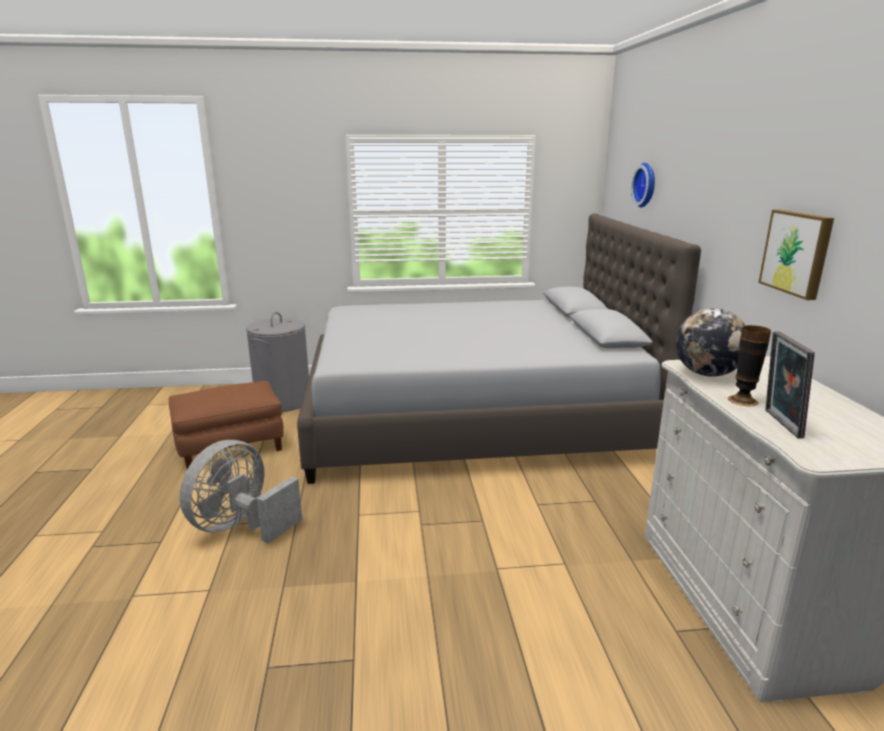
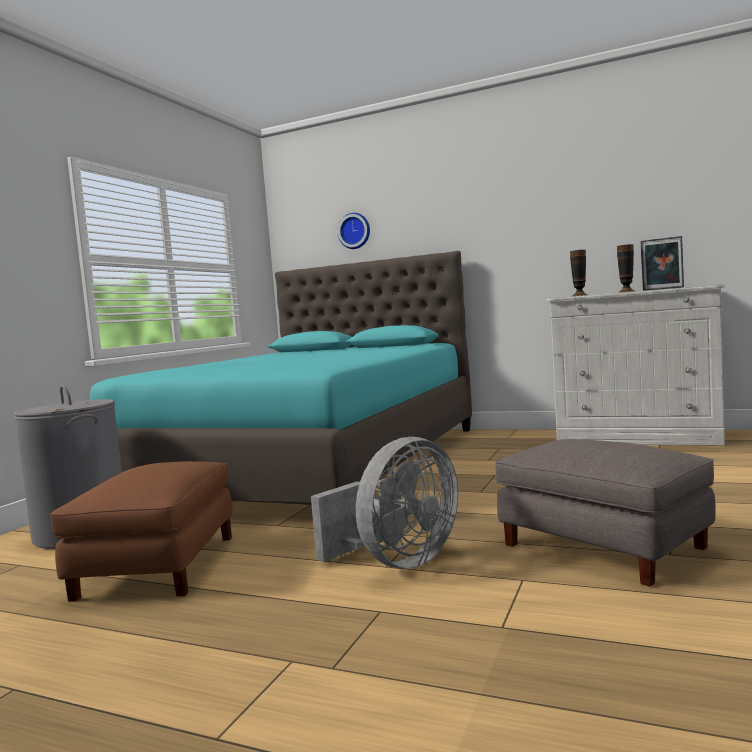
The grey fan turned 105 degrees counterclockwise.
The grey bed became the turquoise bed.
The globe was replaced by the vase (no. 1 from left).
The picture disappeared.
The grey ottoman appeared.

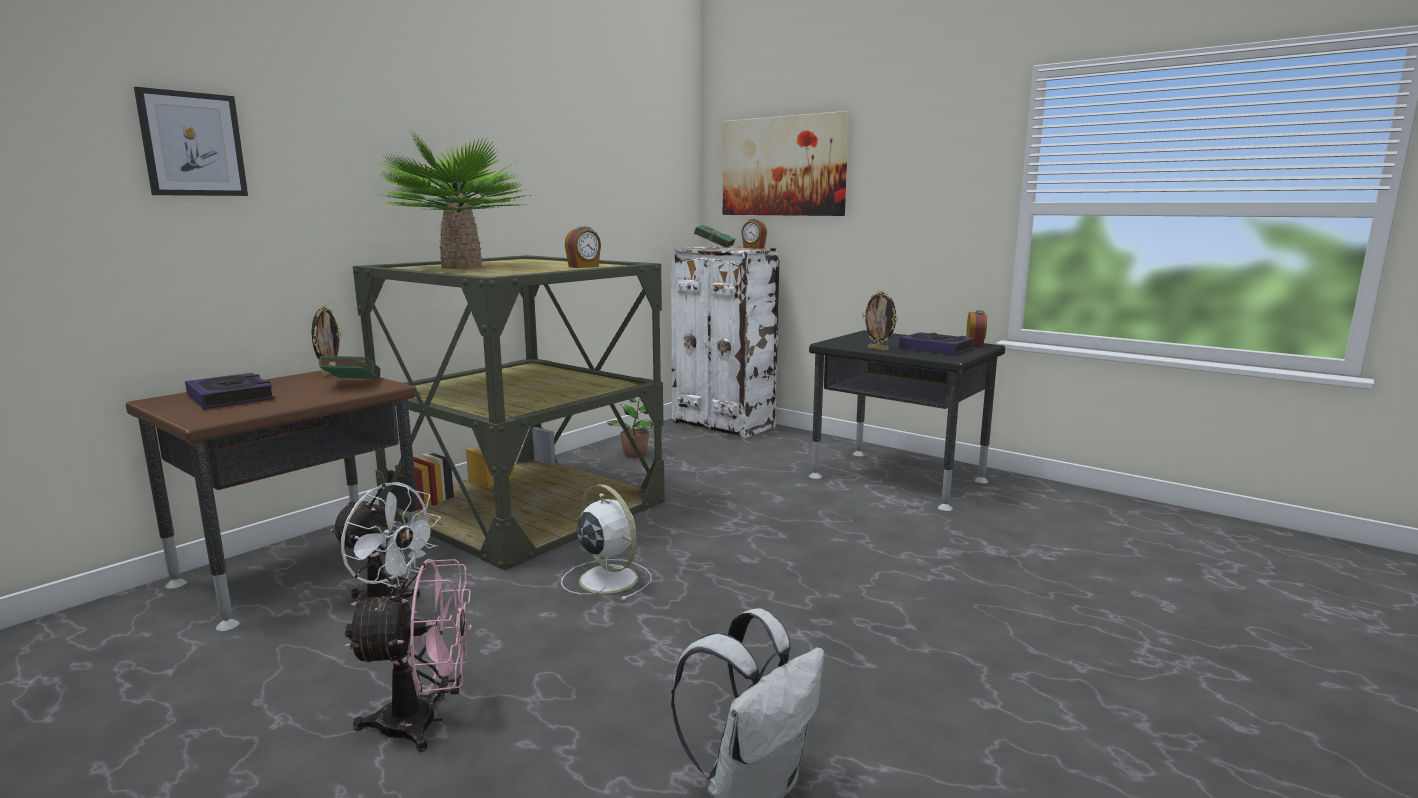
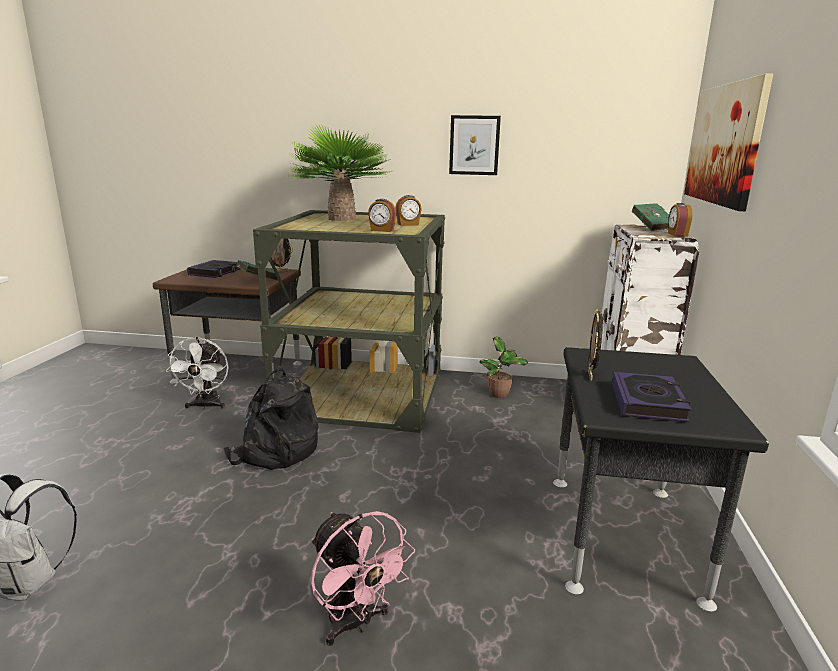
The picture (no. 1 from left) moved.
The pink fan moved.
The white fan (no. 2 from left) was replaced by the black backpack.
The alarm clock (no. 3 from left in the first image) moved.

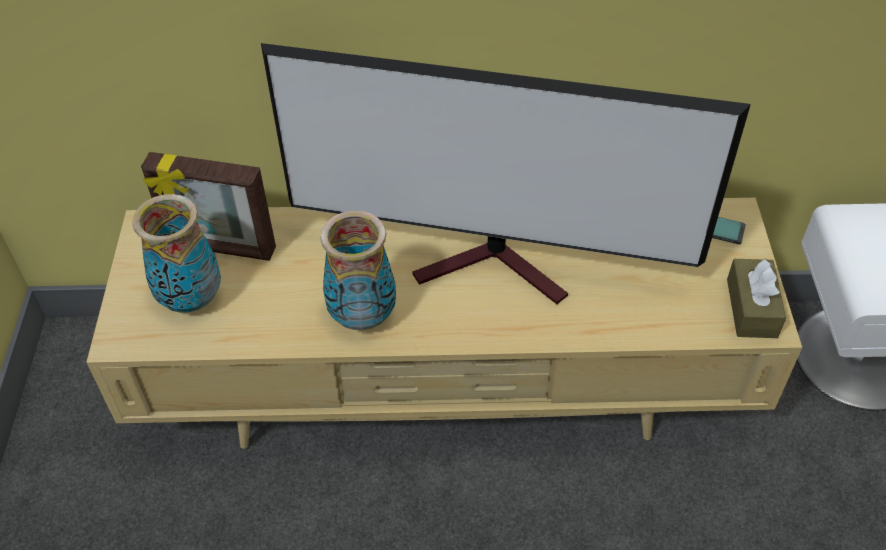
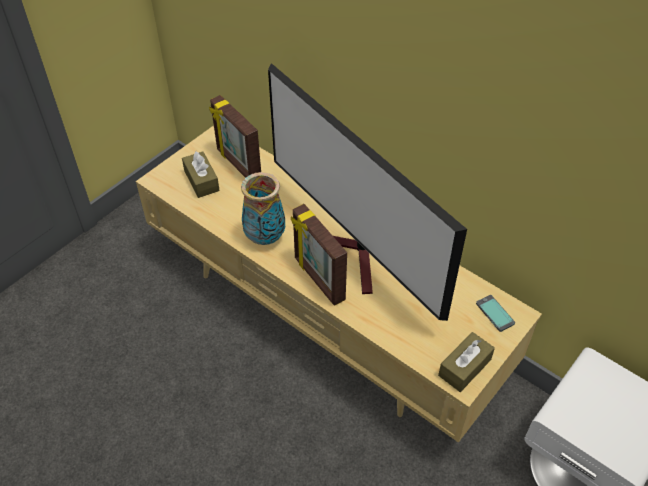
The vase (no. 1 from left) was replaced by the brown tissue box (no. 1 from left).
The picture frame (no. 2 from left) appeared.

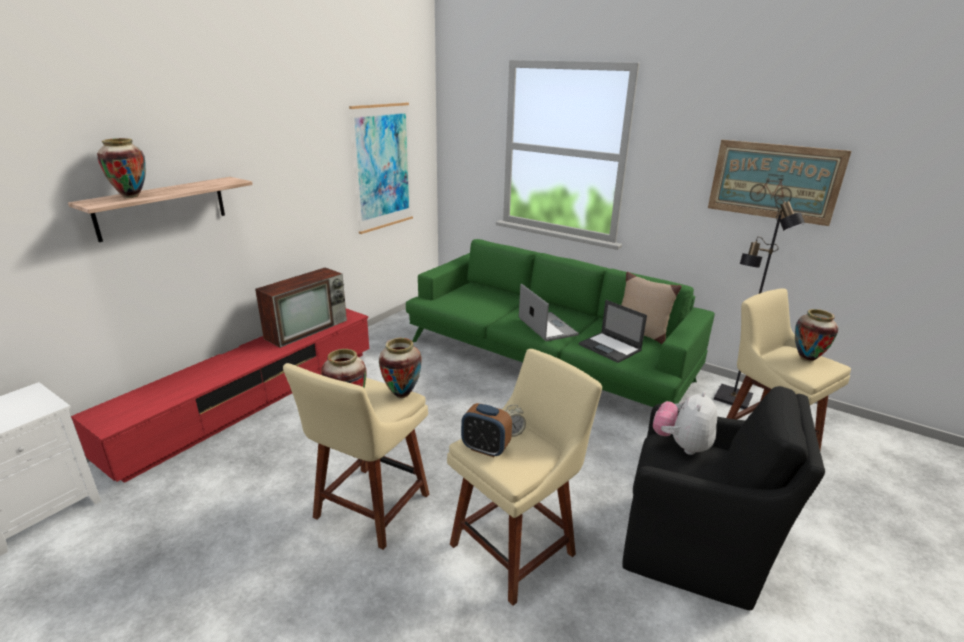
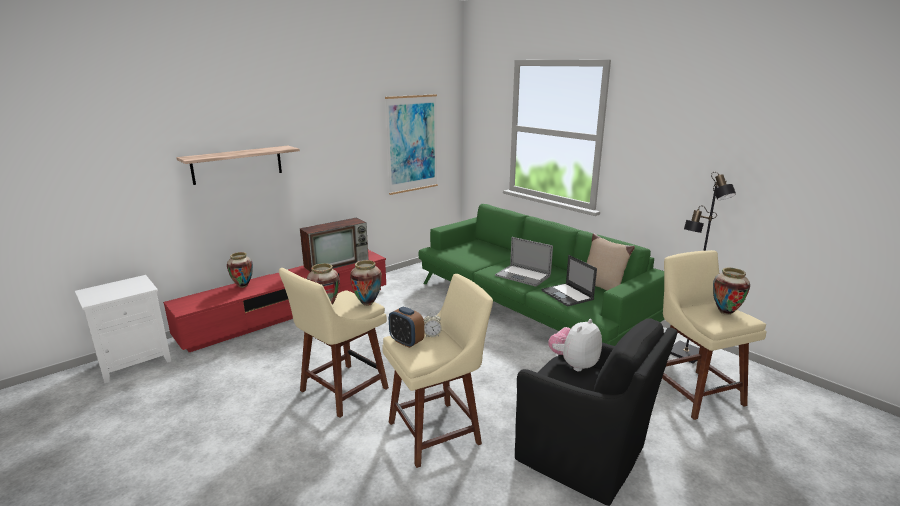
The vase (no. 1 from left) moved.
The laptop (no. 1 from left) turned 135 degrees clockwise.
The picture (no. 2 from left) disappeared.

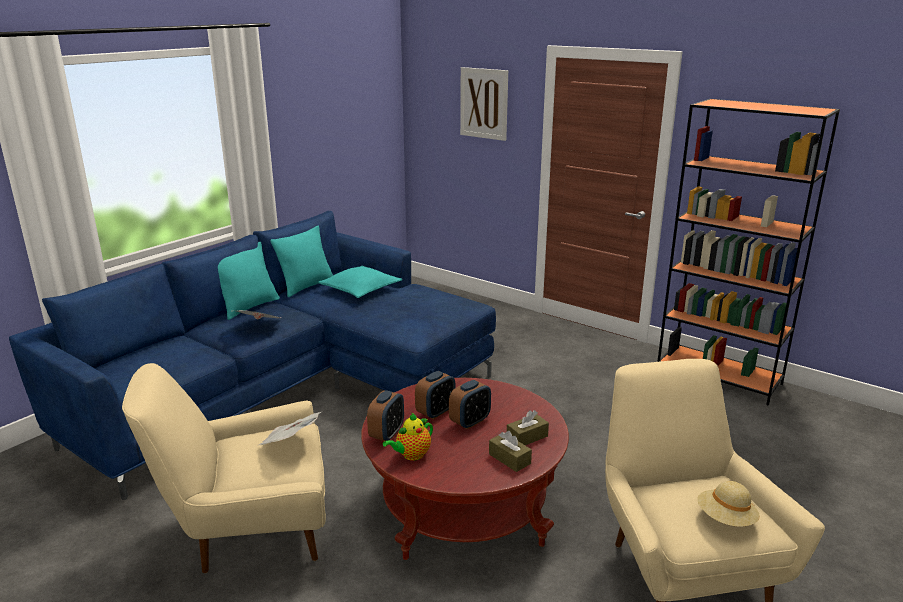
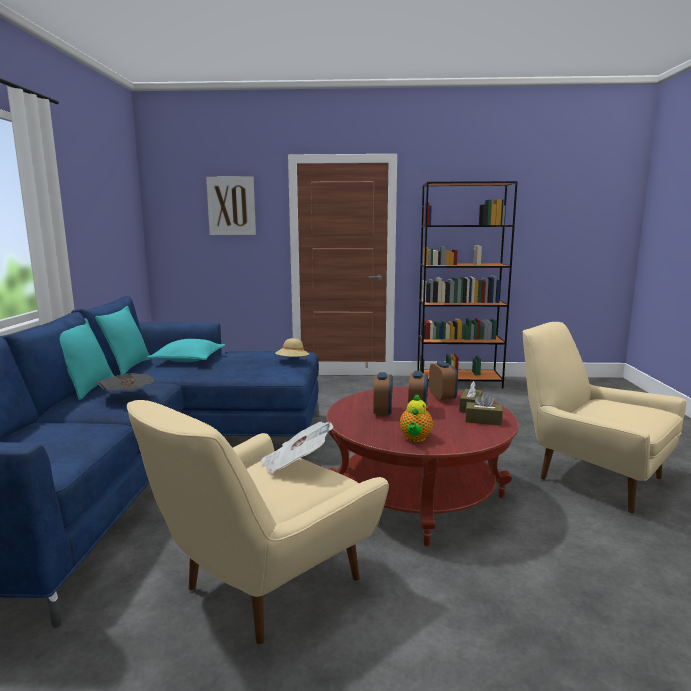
The alarm clock (no. 1 from left in the first image) moved.
The beige hat moved.

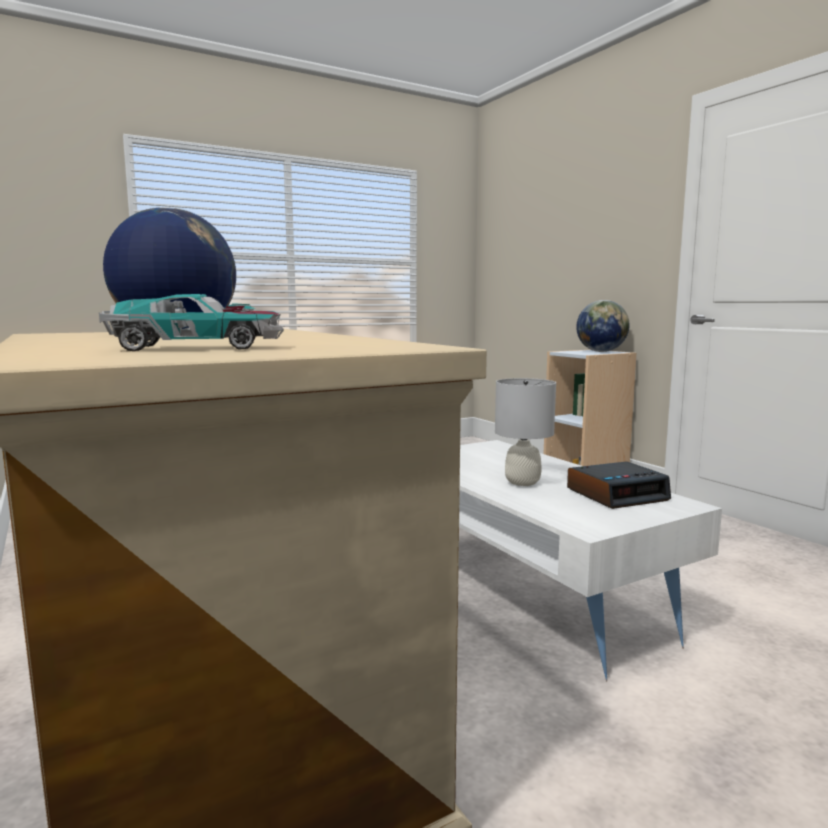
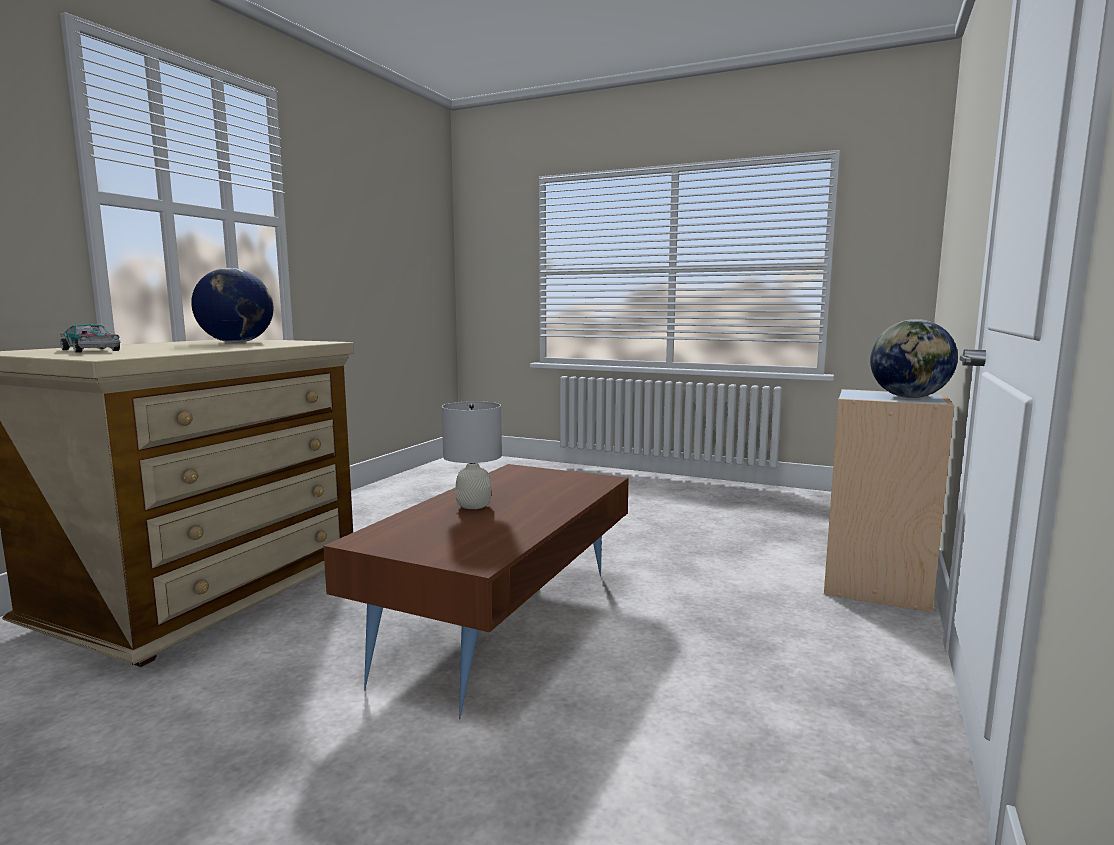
The white coffee table became the brown coffee table.
The alarm clock disappeared.

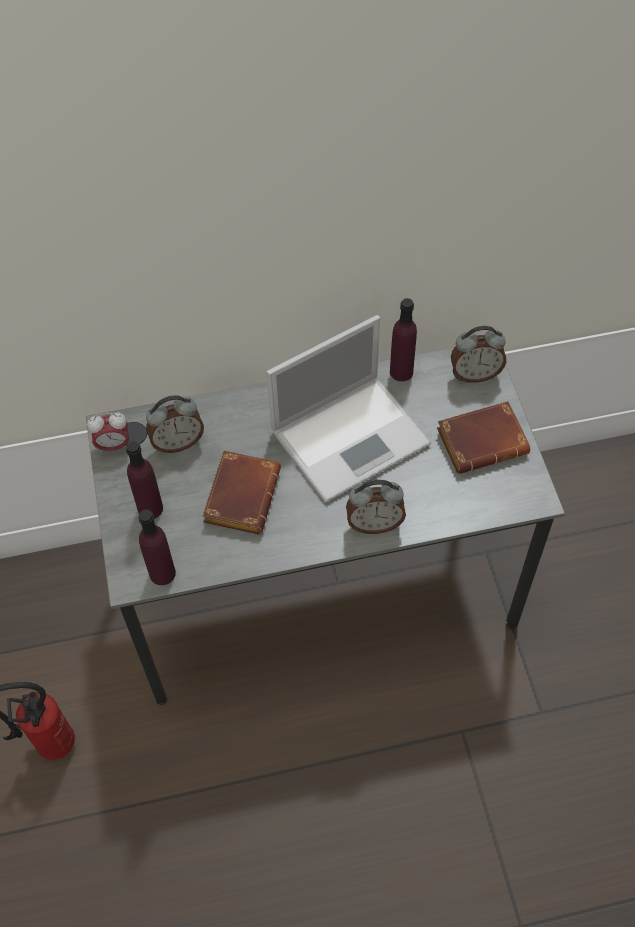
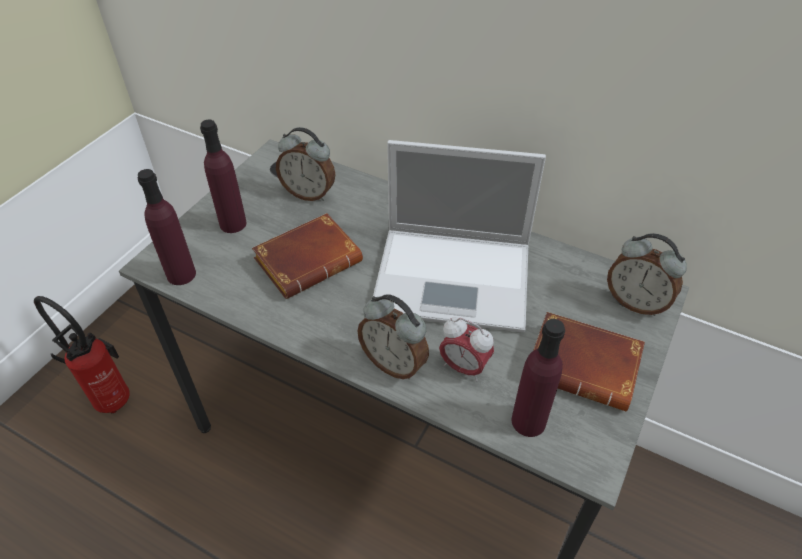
The alarm clock (no. 1 from left in the first image) moved.
The purple bottle (no. 3 from left) moved.

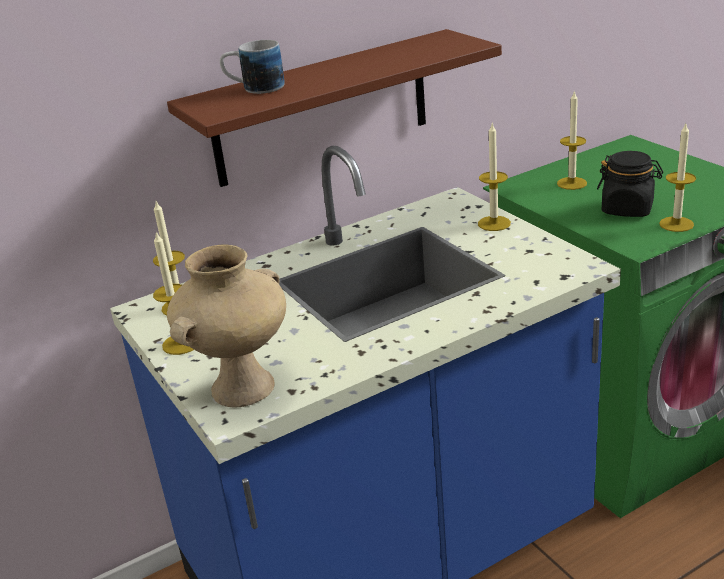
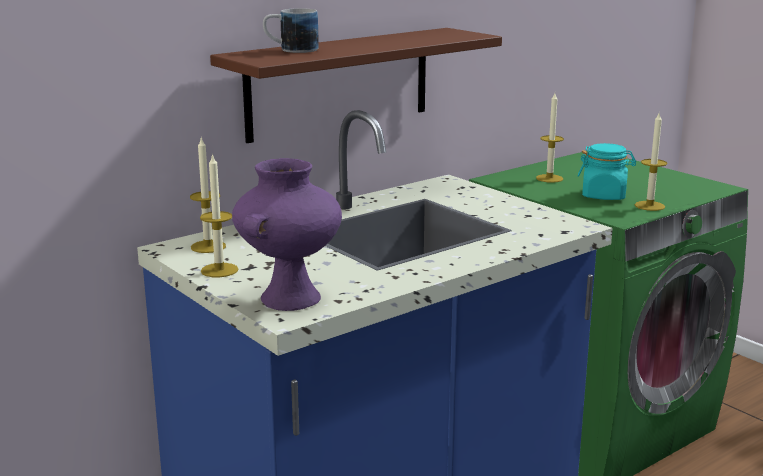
The beige vase became the purple vase.
The candle (no. 3 from left) disappeared.
The black jar became the turquoise jar.

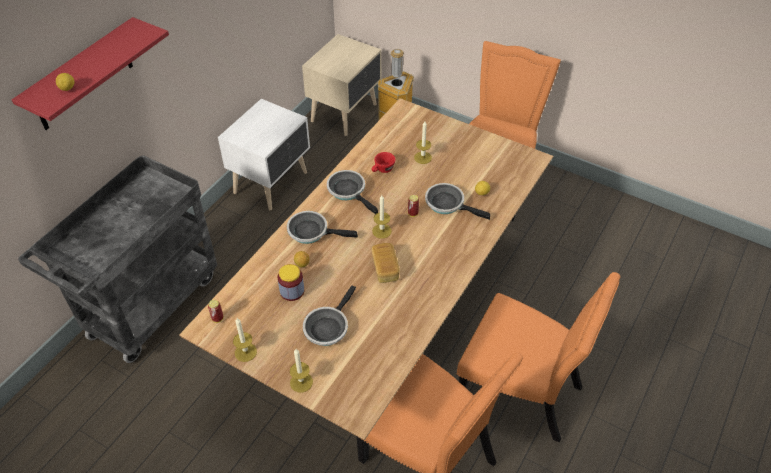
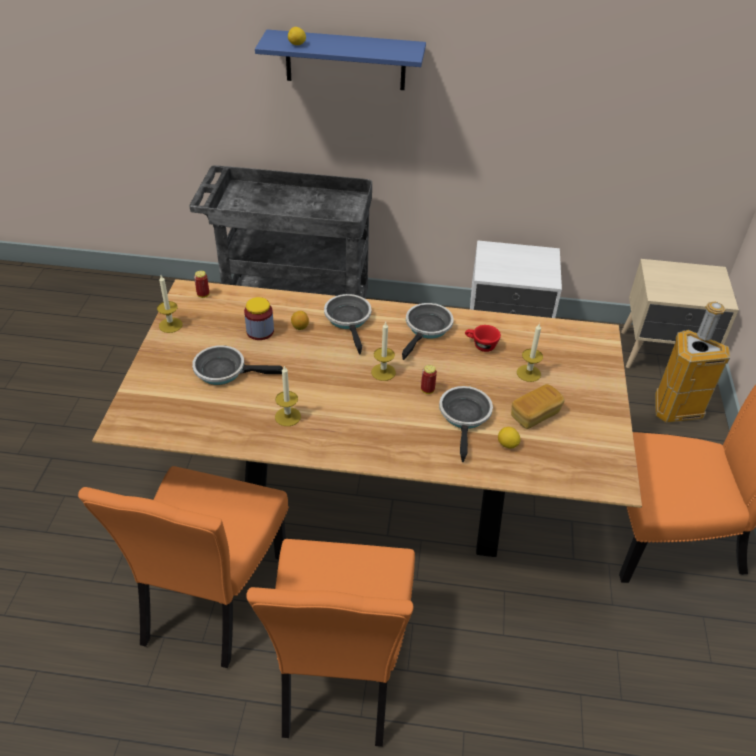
The red shelf became the blue shelf.
The candle (no. 2 from left) moved.
The bread moved.

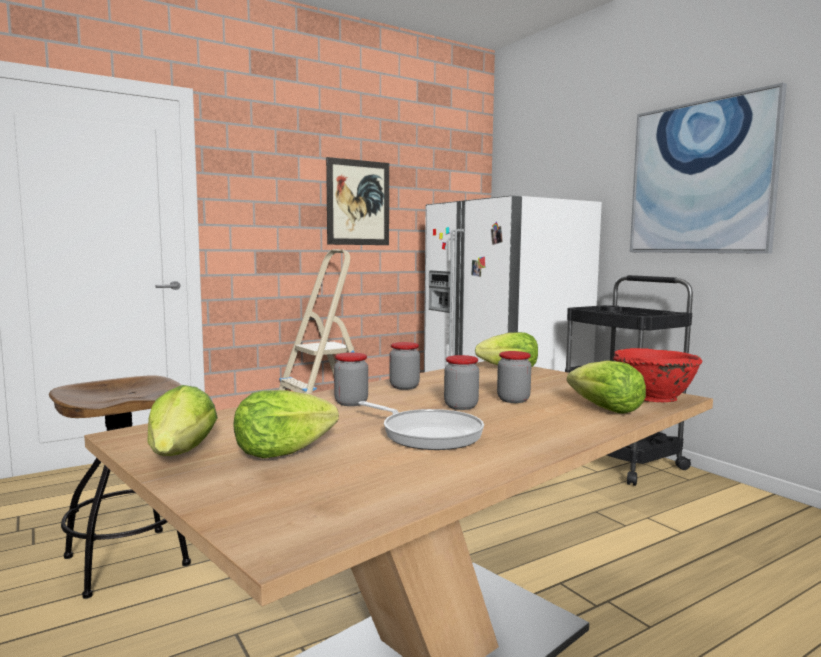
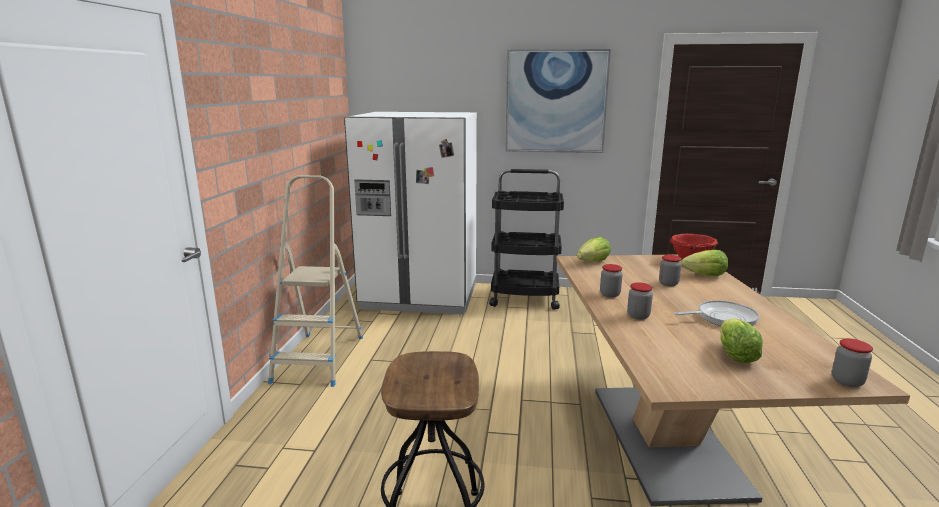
The lettuce (no. 1 from left) disappeared.
The picture (no. 1 from left) disappeared.
The jar (no. 3 from left in the first image) moved.

